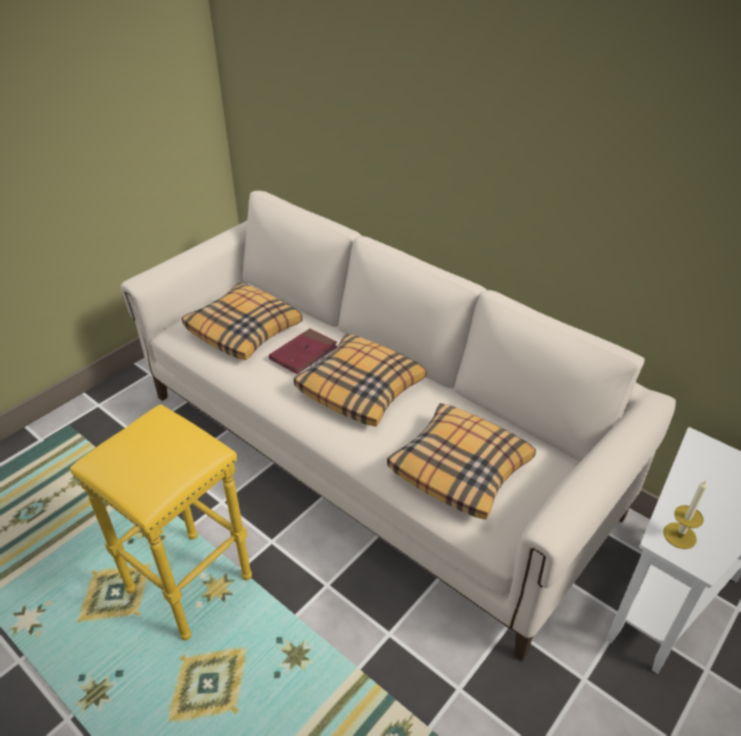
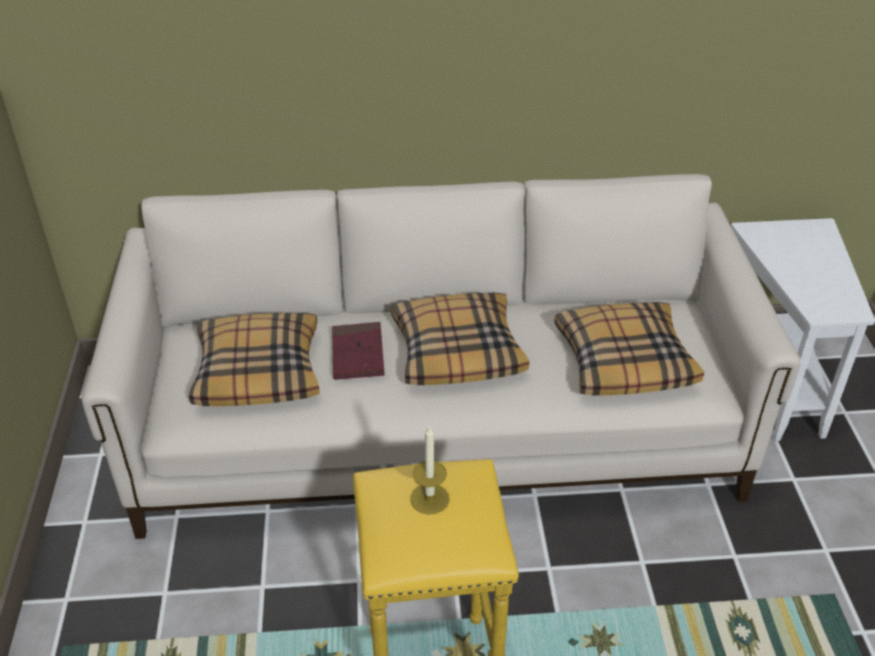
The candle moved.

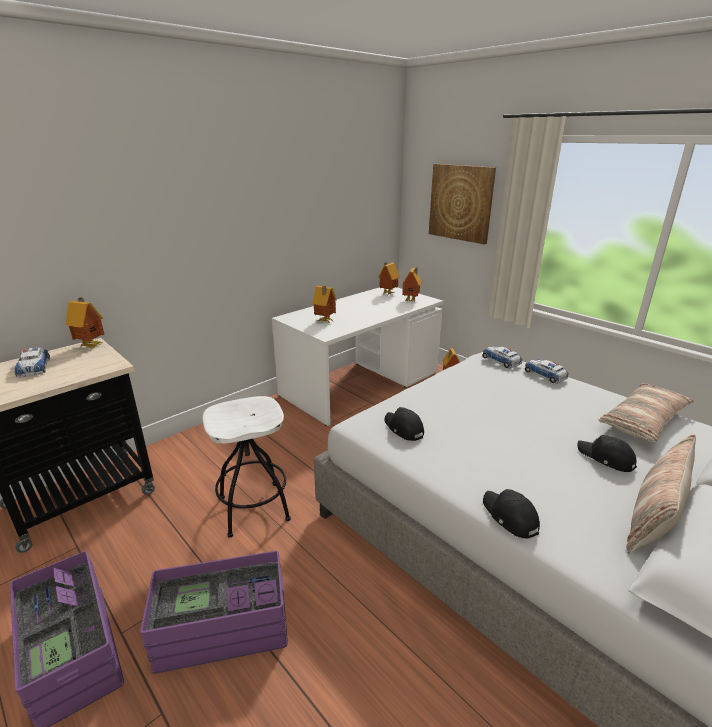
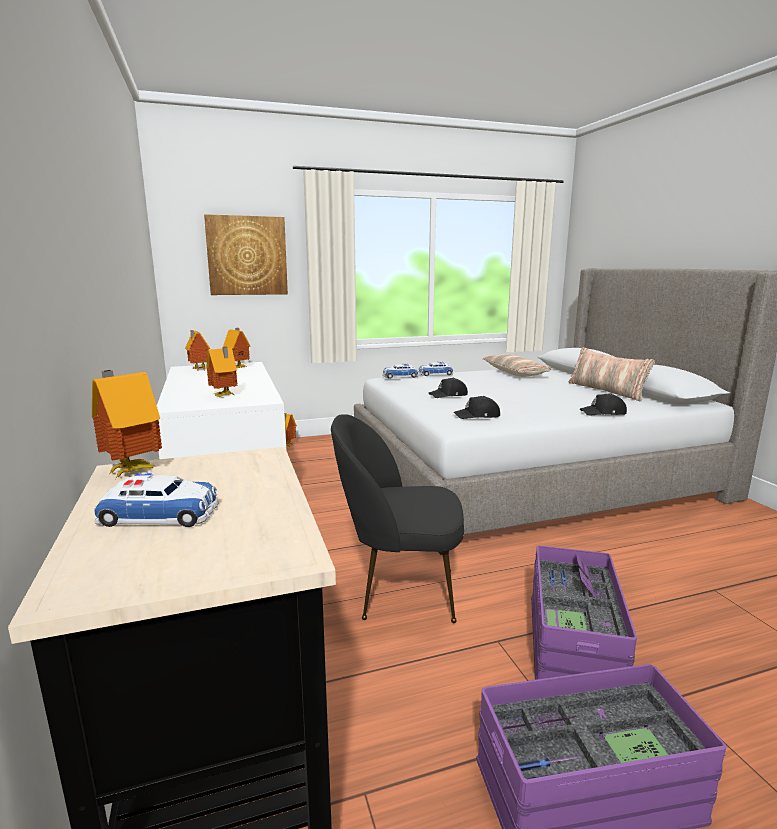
The white stool was replaced by the black chair.
The black cap (no. 3 from left in the first image) moved.

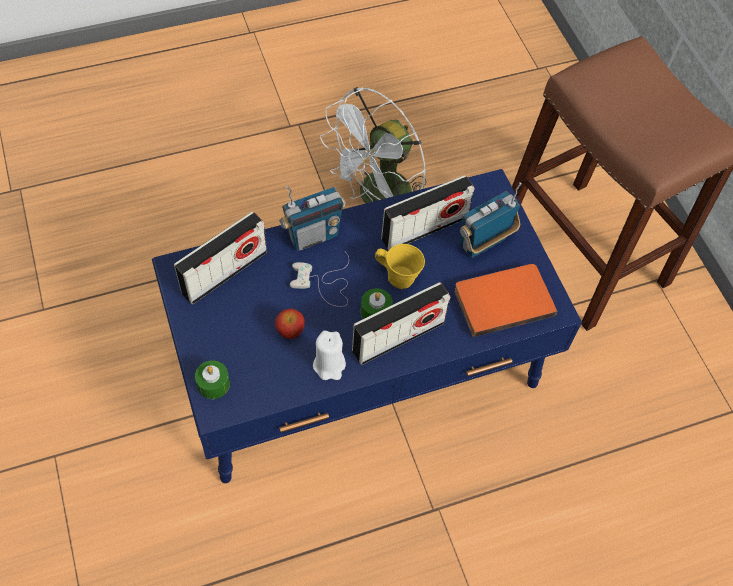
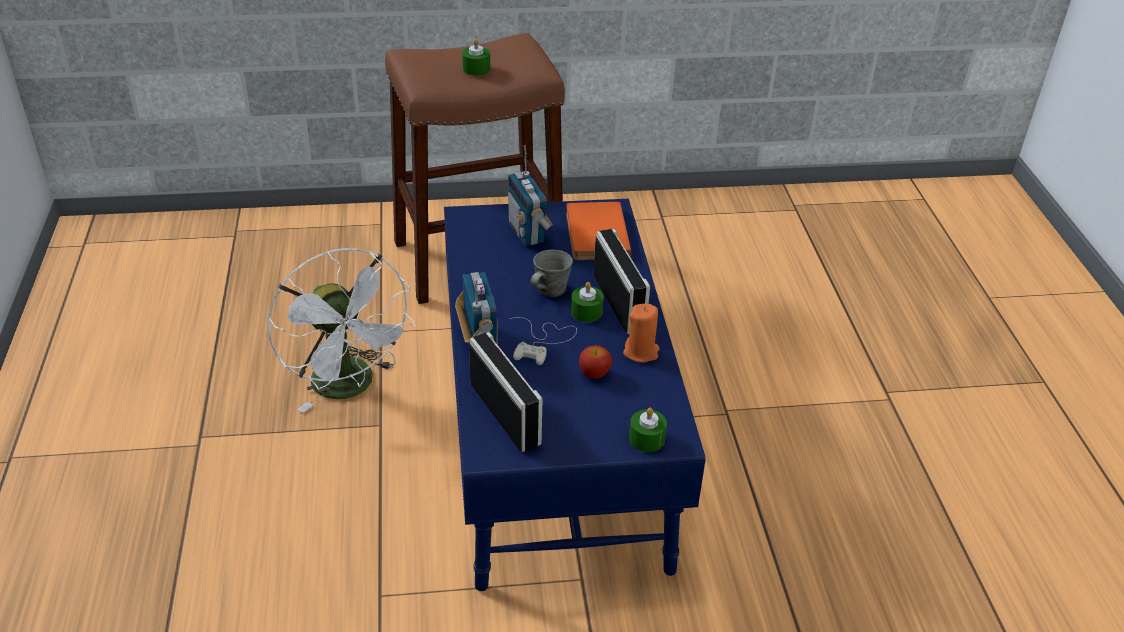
The white candle became the orange candle.
The yellow mug became the grey mug.
The radio (no. 4 from left) disappeared.
The green candle (no. 1 from left) appeared.

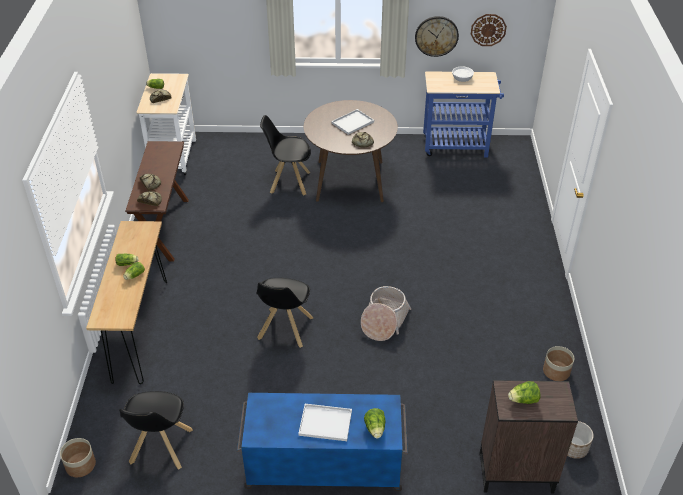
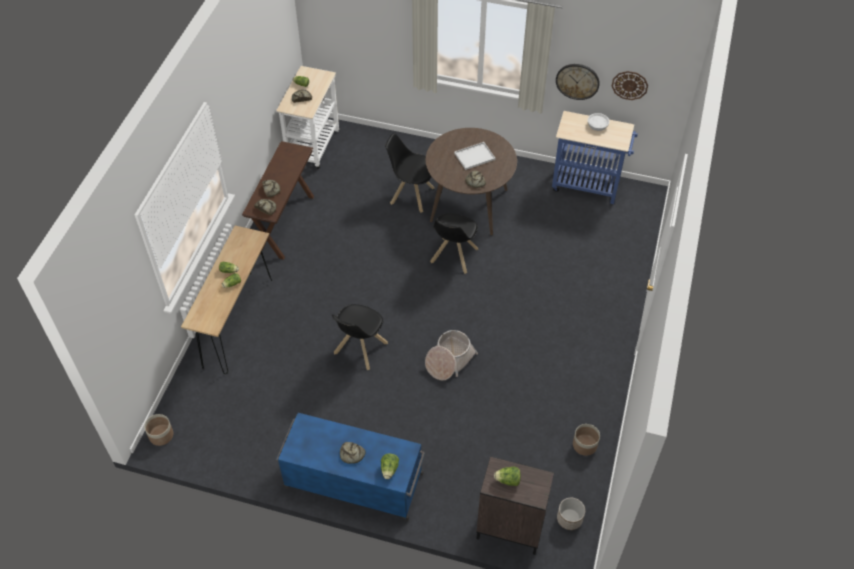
The black chair (no. 1 from left in the first image) moved.
The white tray (no. 1 from left) was replaced by the bread (no. 4 from left).

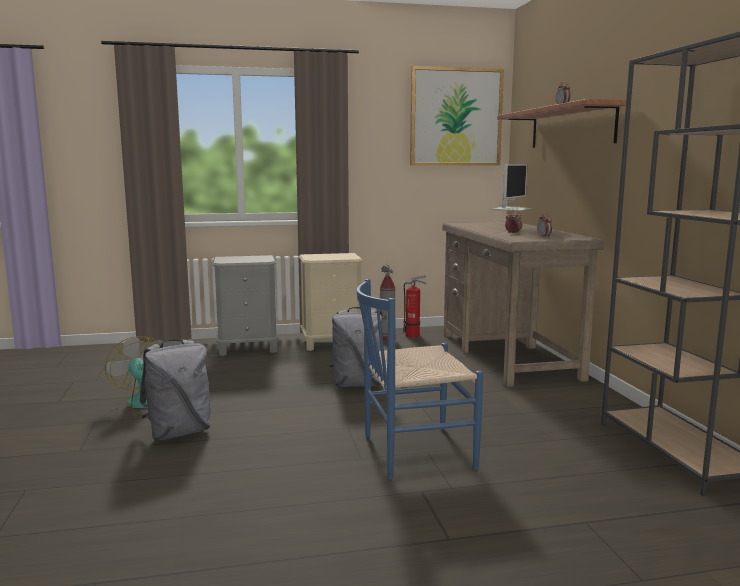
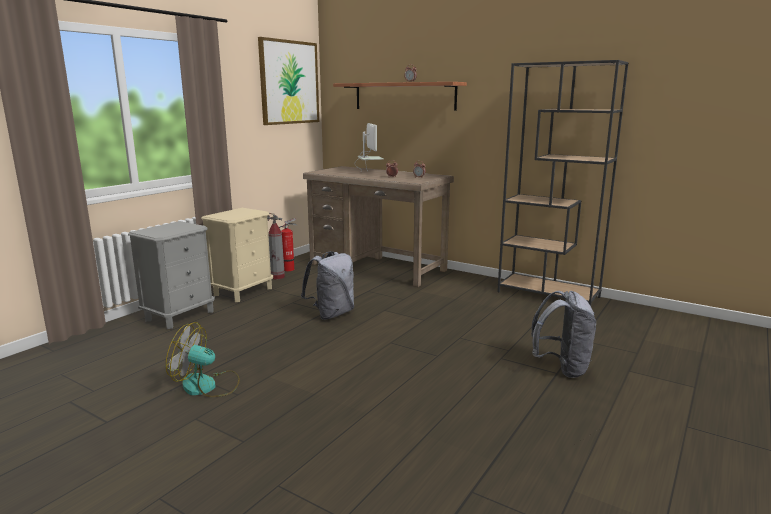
The grey backpack (no. 1 from left in the first image) moved.
The blue chair disappeared.

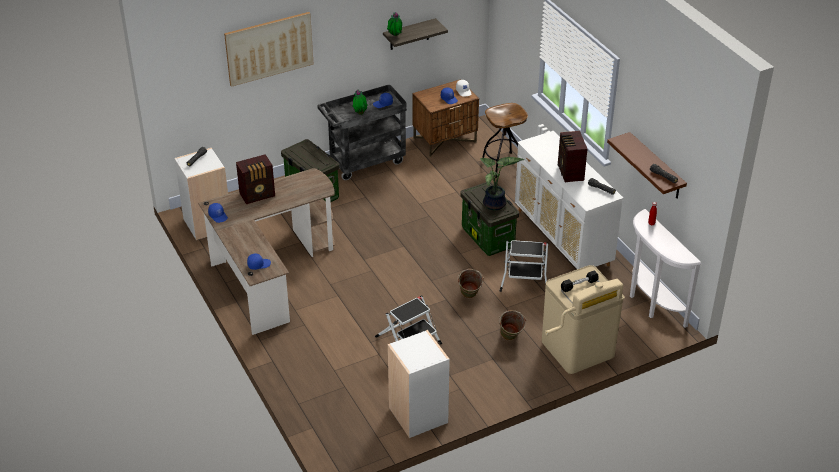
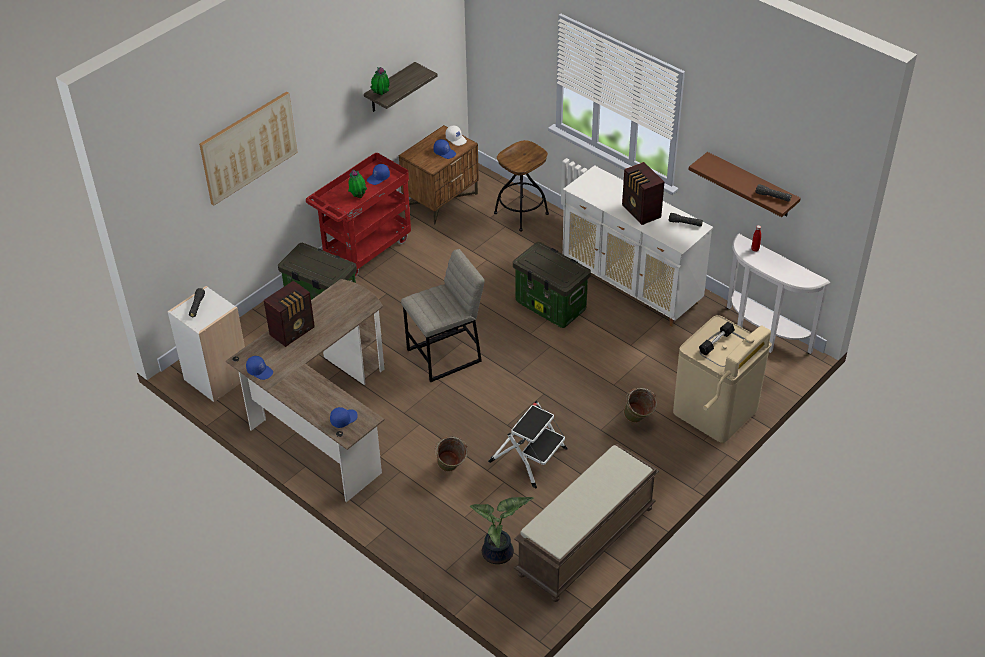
The black cart became the red cart.
The bookcase (no. 2 from left) was replaced by the brown bench.
The green bucket (no. 1 from left) moved.
The potted plant (no. 3 from left) moved.
The step ladder (no. 2 from left) disappeared.
The grey chair appeared.

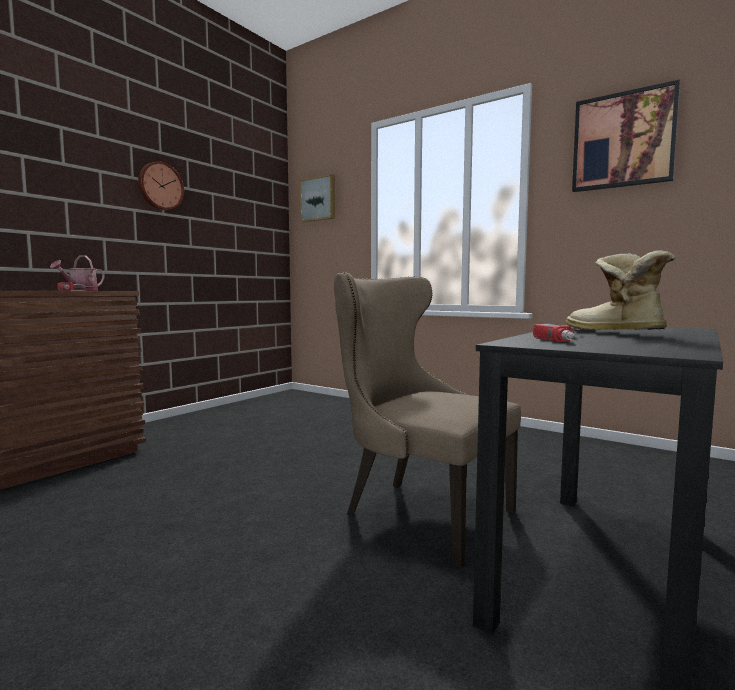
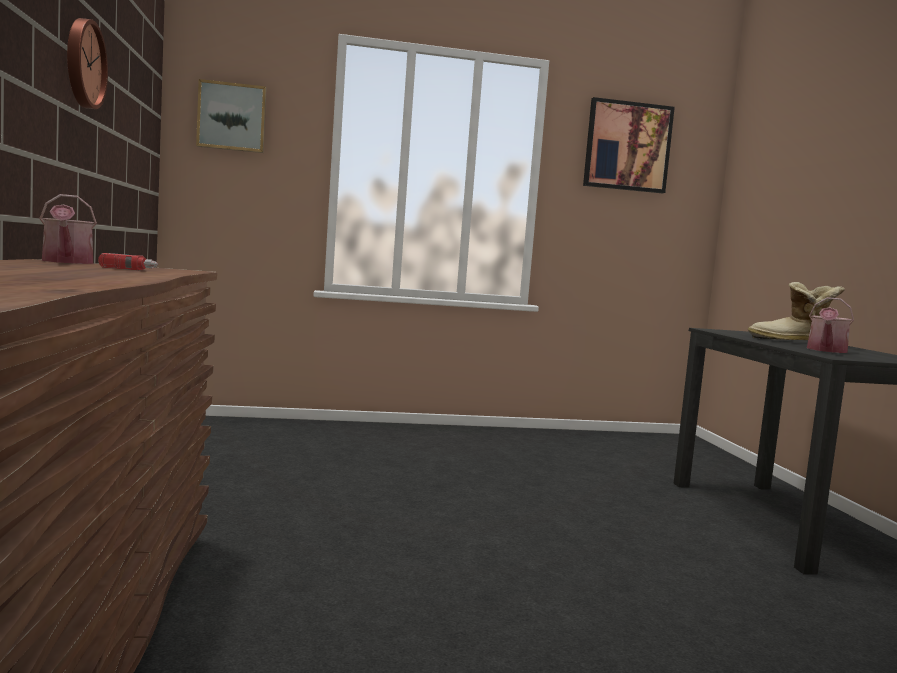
The beige chair disappeared.
The power drill (no. 2 from left) was replaced by the watering can (no. 2 from left).

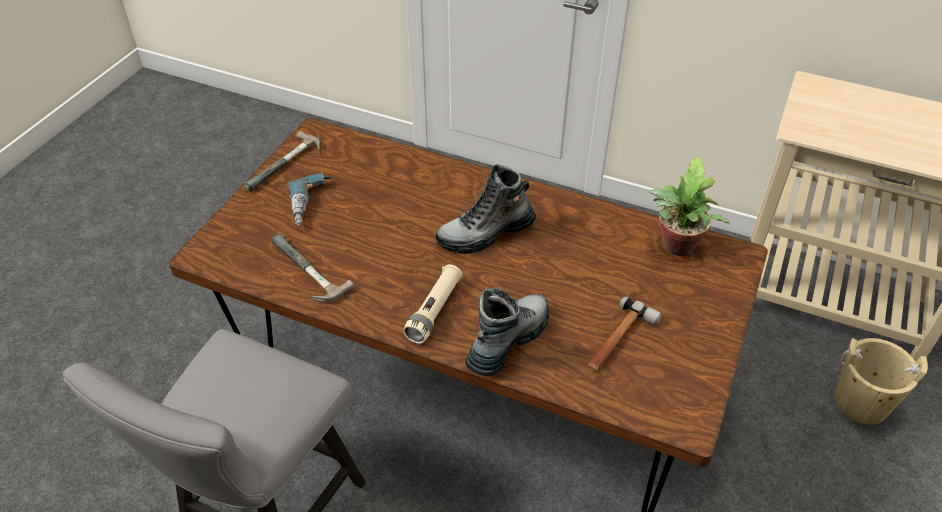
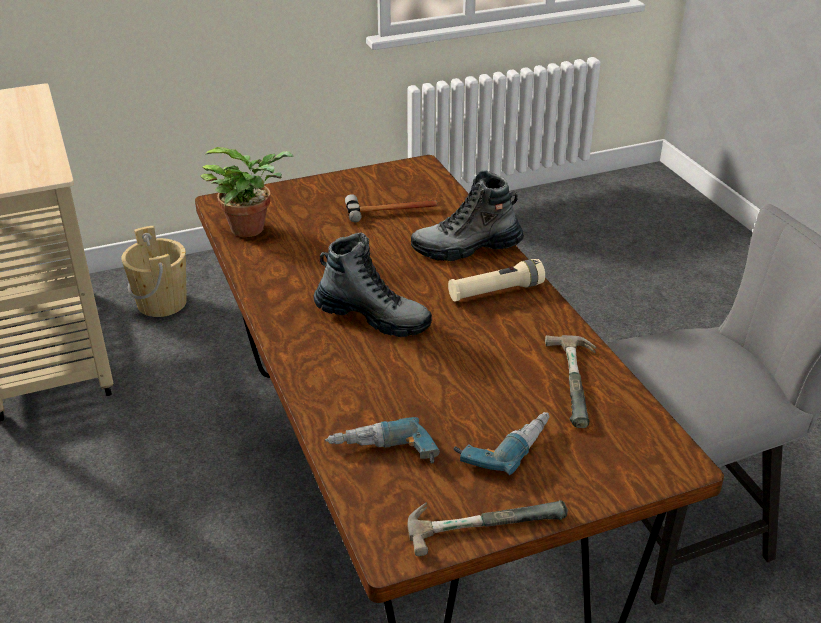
The power drill (no. 1 from left) appeared.

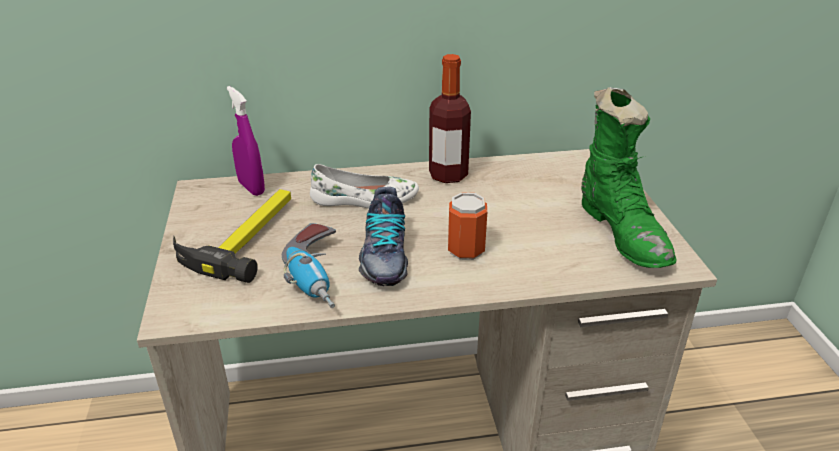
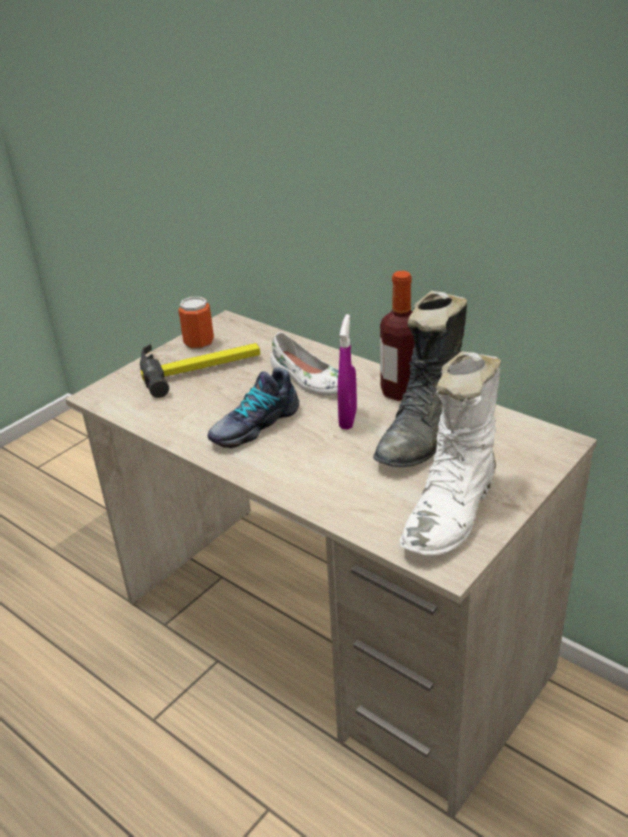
The purple spray bottle moved.
The power drill disappeared.
The can moved.
The green boot became the white boot.
The black boot appeared.

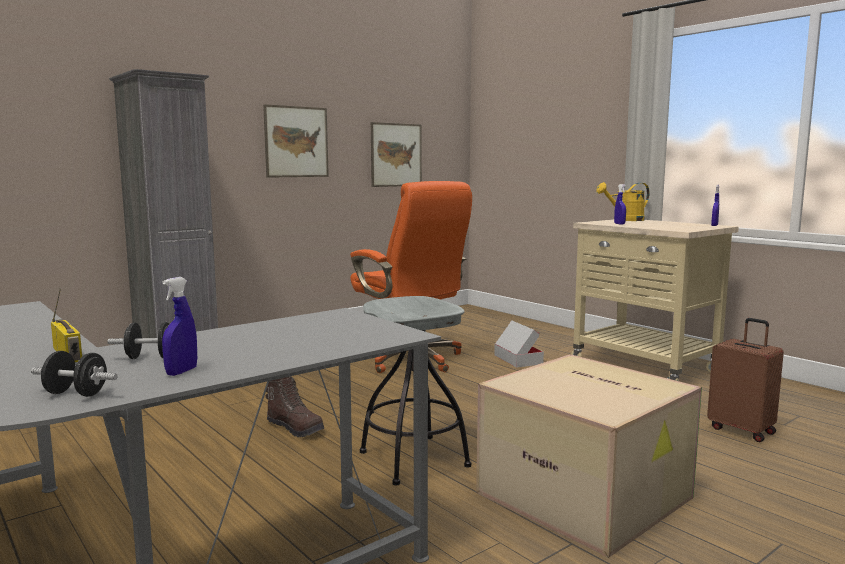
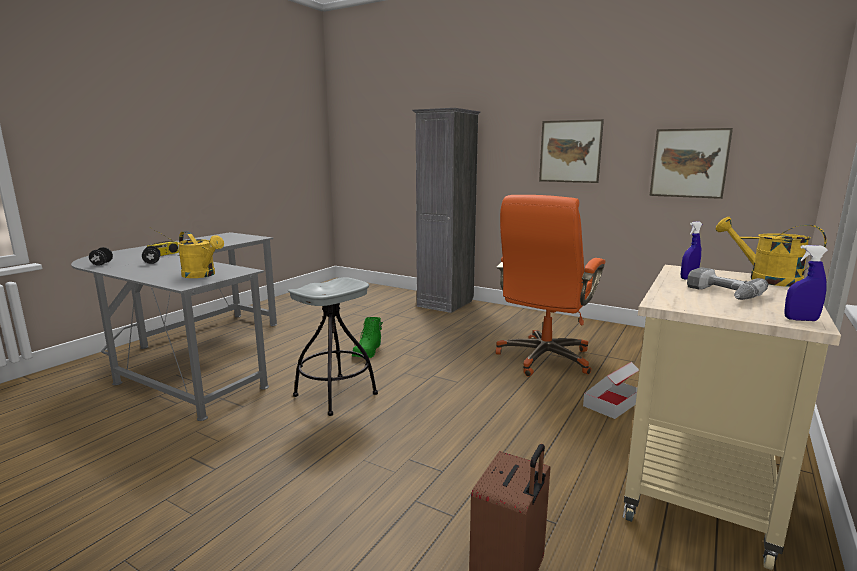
The blue spray bottle (no. 1 from left) disappeared.
The brown boot became the green boot.
The cardboard box (no. 2 from left) disappeared.
The yellow watering can (no. 1 from left) appeared.
The power drill appeared.

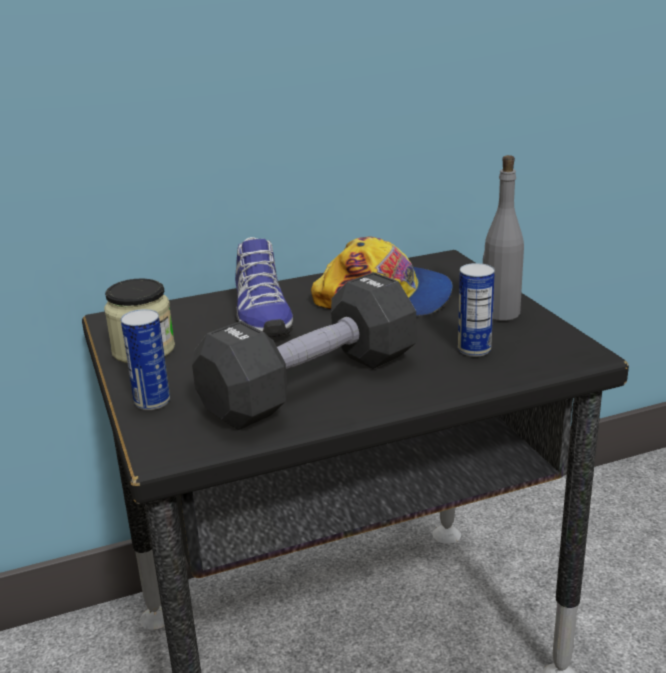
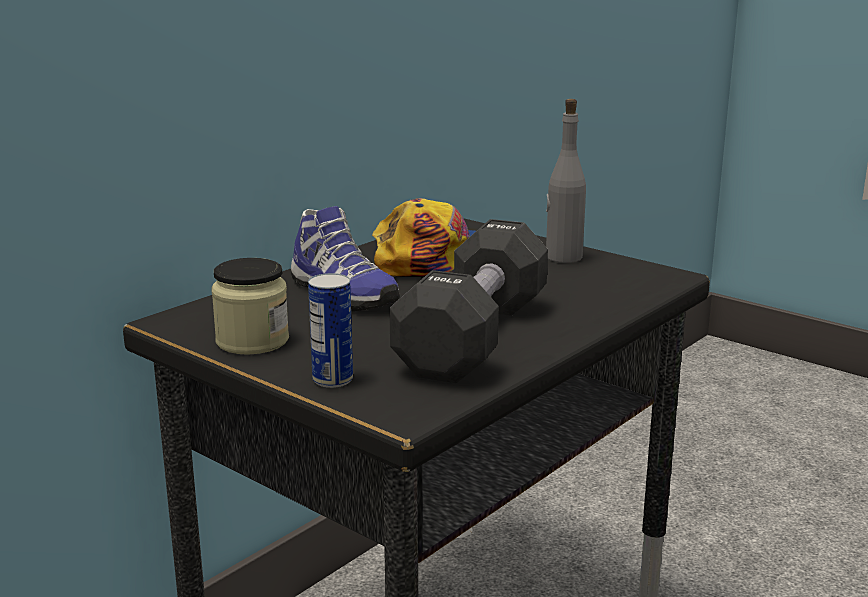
The can (no. 2 from left) disappeared.

